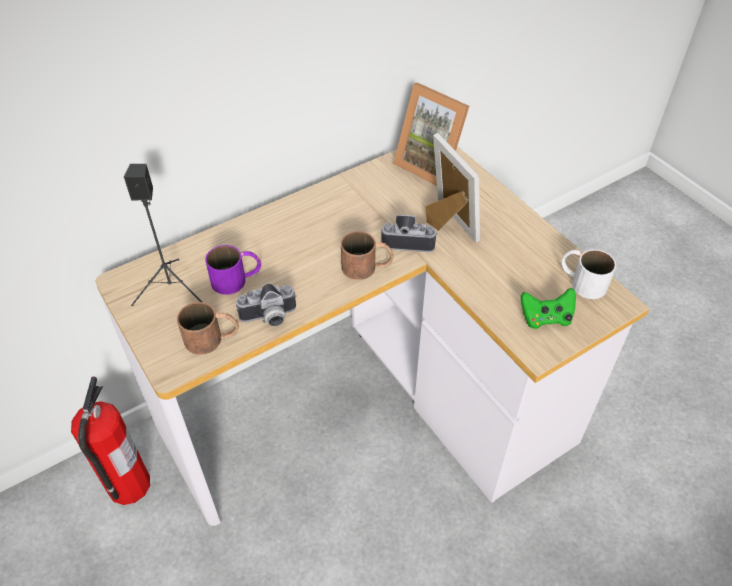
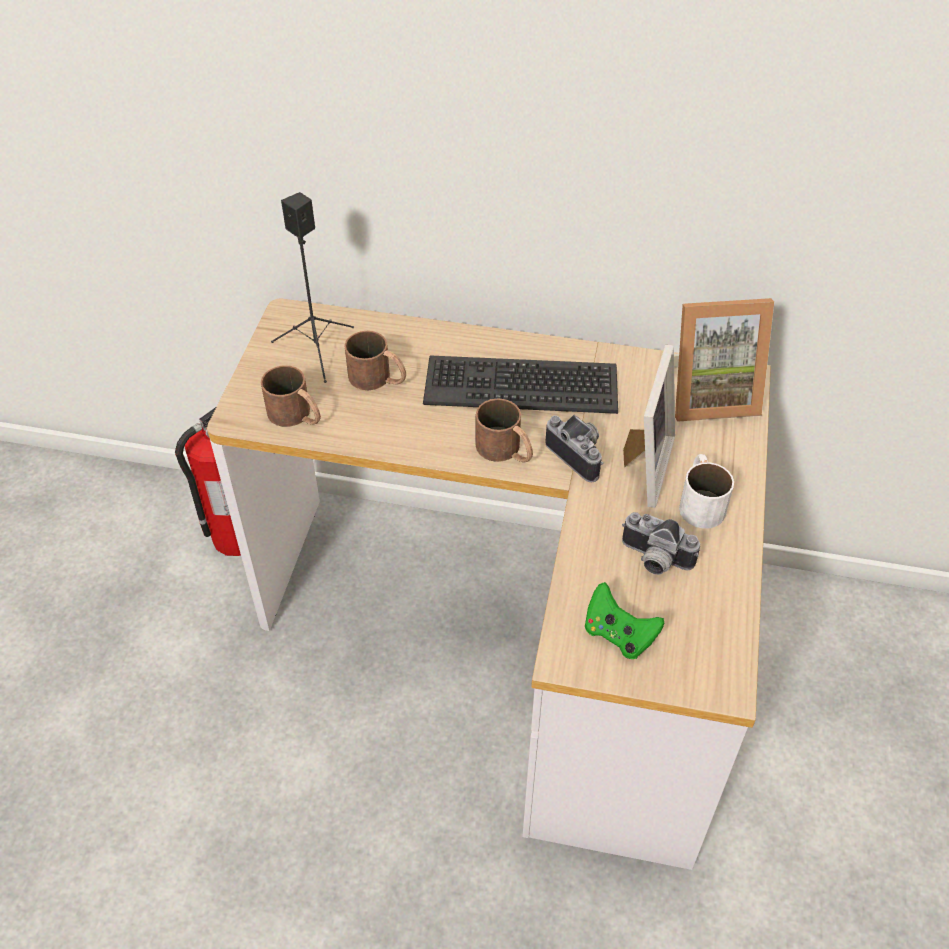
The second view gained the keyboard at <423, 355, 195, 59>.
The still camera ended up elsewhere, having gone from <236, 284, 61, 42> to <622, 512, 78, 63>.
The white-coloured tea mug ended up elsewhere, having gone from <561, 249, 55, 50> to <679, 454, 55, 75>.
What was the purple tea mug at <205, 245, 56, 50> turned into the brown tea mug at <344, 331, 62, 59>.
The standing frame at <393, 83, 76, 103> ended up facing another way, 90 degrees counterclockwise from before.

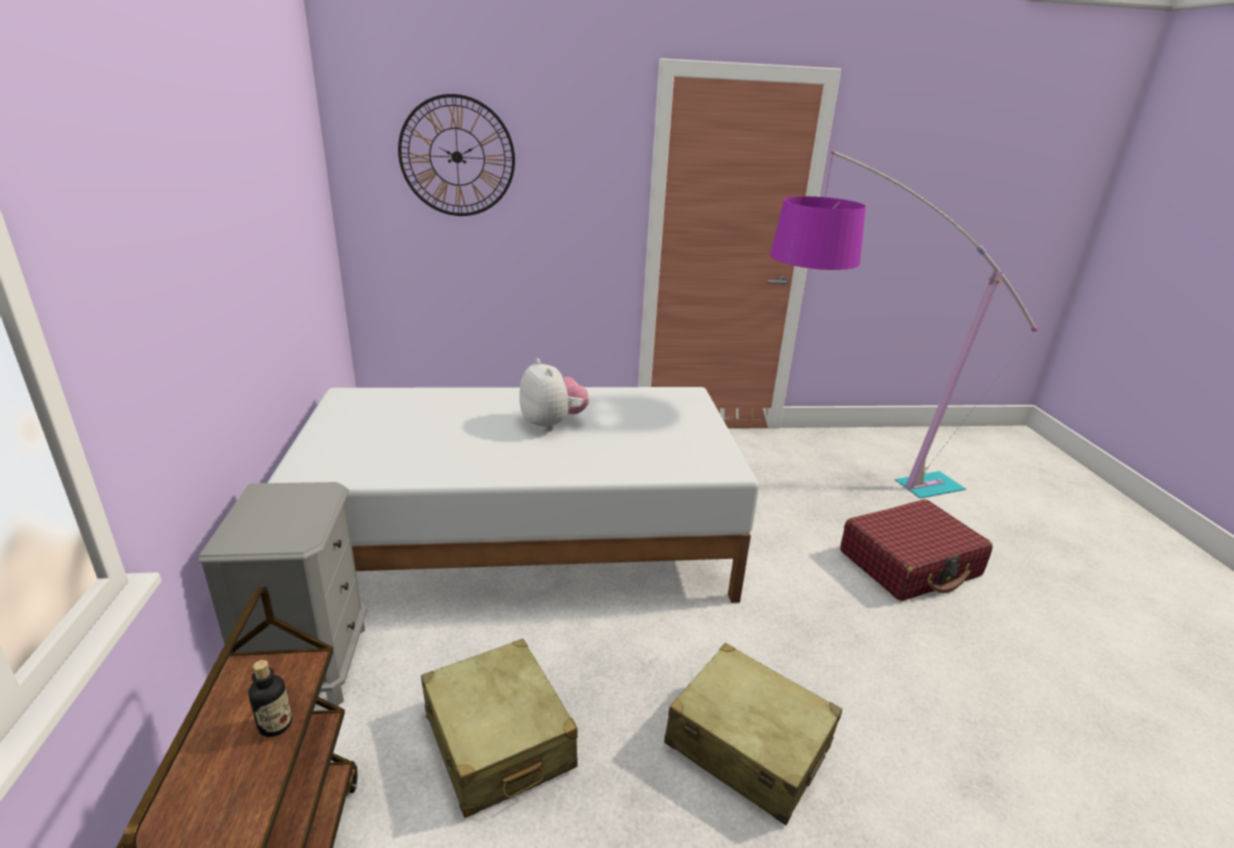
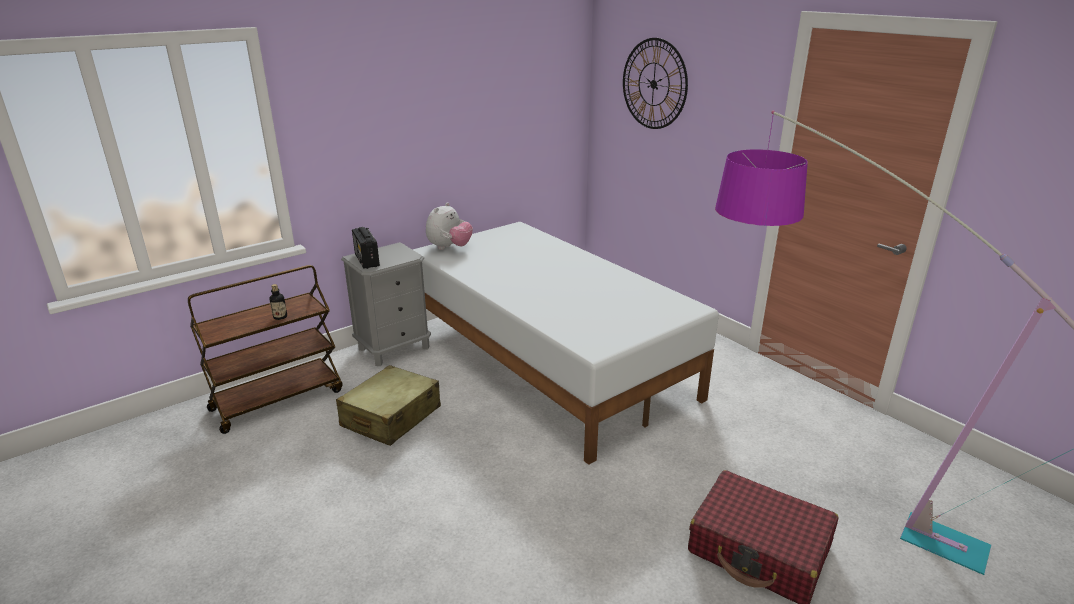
The second view lost the beige-coloured piece of luggage at <664, 643, 178, 182>.
The second view gained the radio set at <352, 227, 28, 42>.
The plush toy ended up elsewhere, having gone from <519, 358, 70, 73> to <426, 202, 47, 48>.

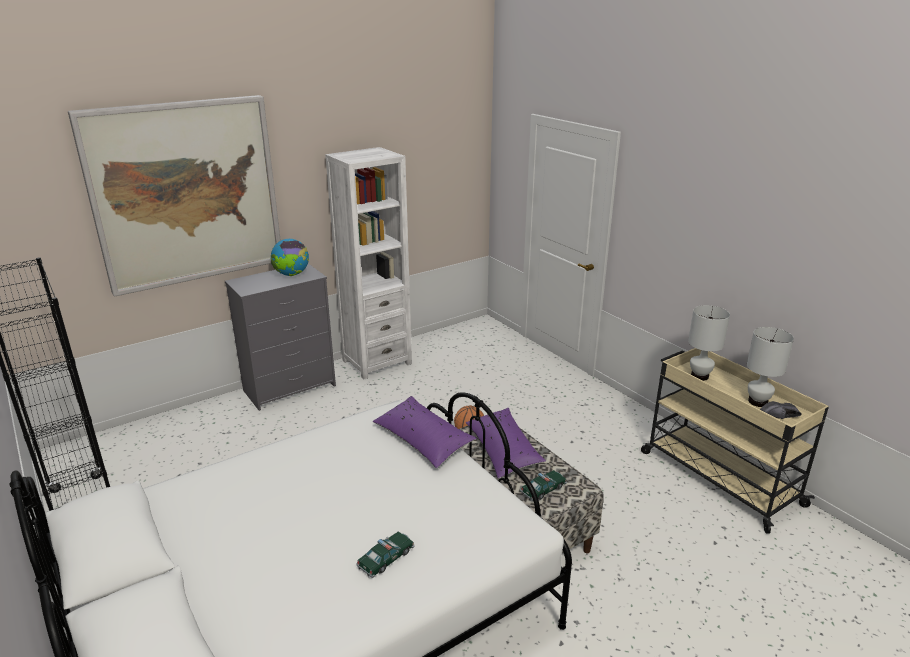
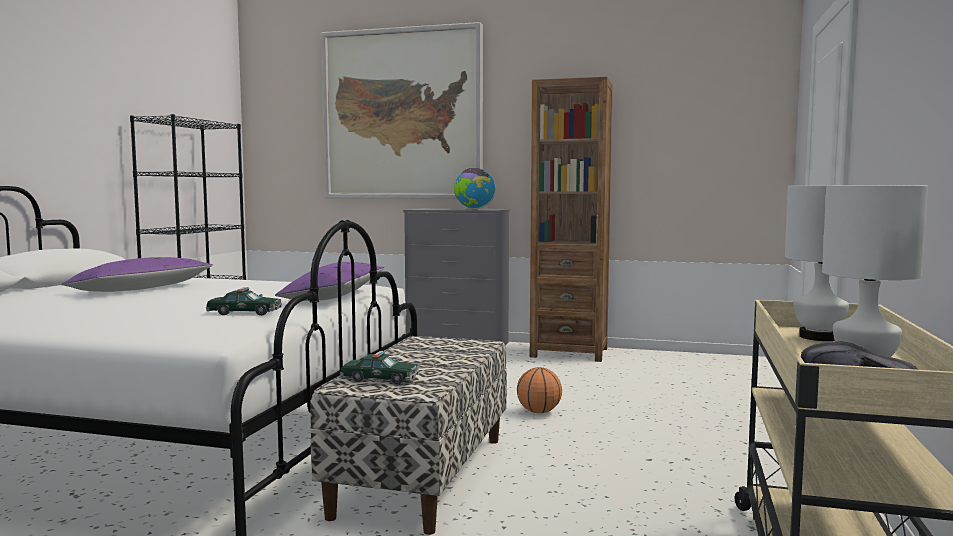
The toy car ended up elsewhere, having gone from <356, 531, 59, 47> to <206, 287, 76, 29>.
The purple pillow ended up elsewhere, having gone from <466, 408, 80, 71> to <61, 257, 152, 35>.
What was the white-coloured bookcase at <325, 147, 87, 233> turned into the brown bookcase at <530, 77, 83, 285>.

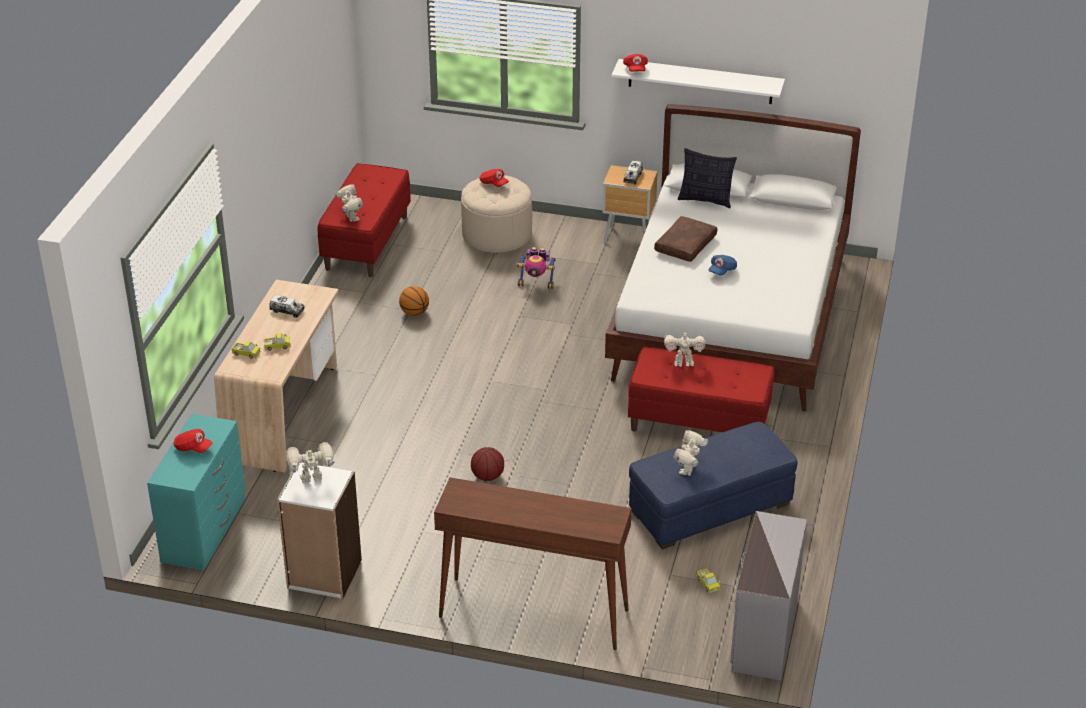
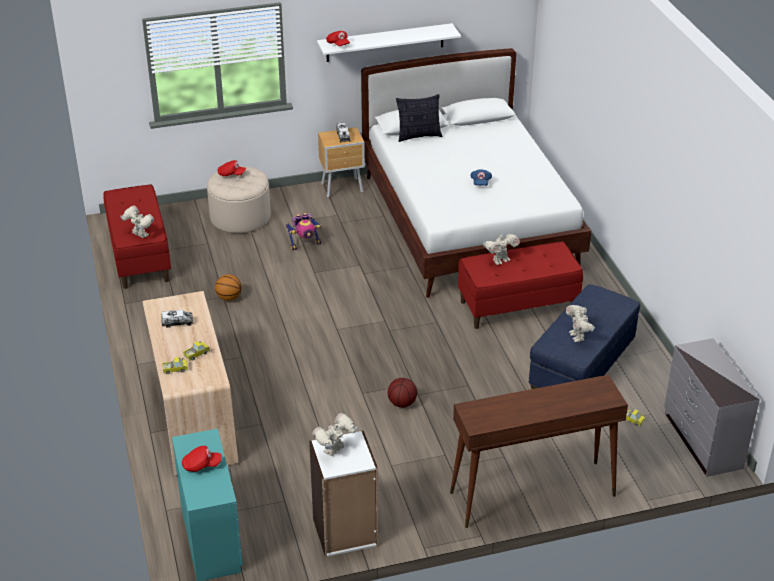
The second view lost the brown pillow at <654, 216, 63, 46>.

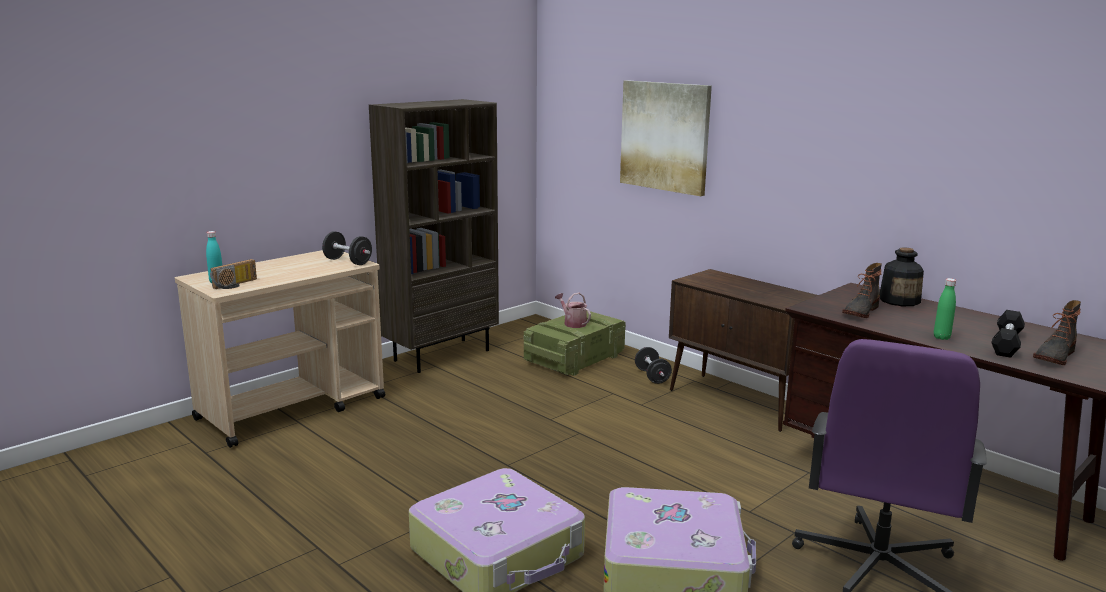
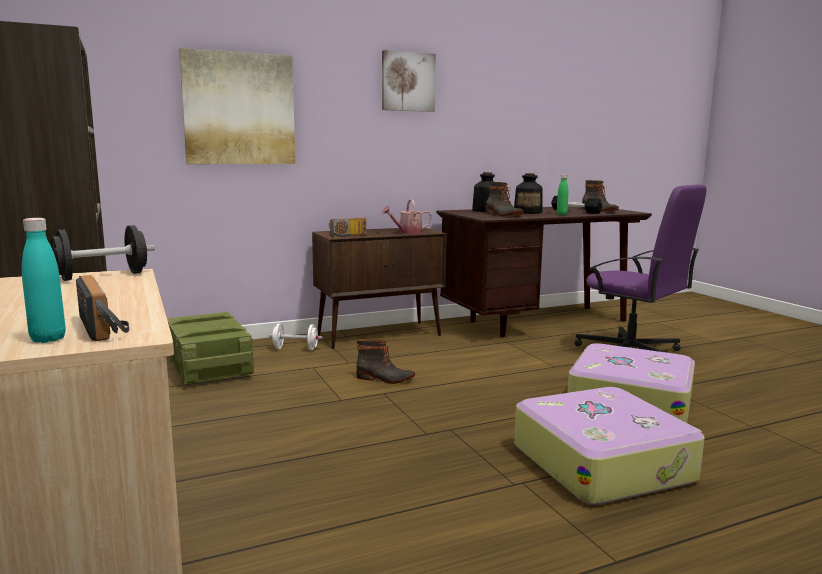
The second view gained the radio set at <329, 217, 38, 20>.
The second view gained the boot at <356, 339, 59, 45>.
The second view gained the picture at <382, 50, 54, 62>.
The second view gained the bottle at <514, 173, 29, 41>.
The watering can ended up elsewhere, having gone from <555, 292, 36, 36> to <382, 199, 50, 35>.
What was the black-coloured hand weight at <635, 347, 37, 37> turned into the white-coloured hand weight at <269, 323, 54, 27>.

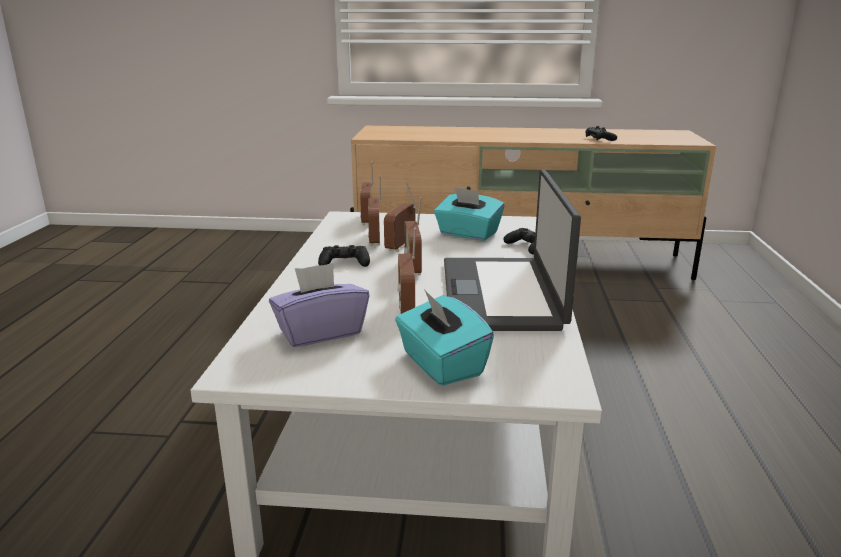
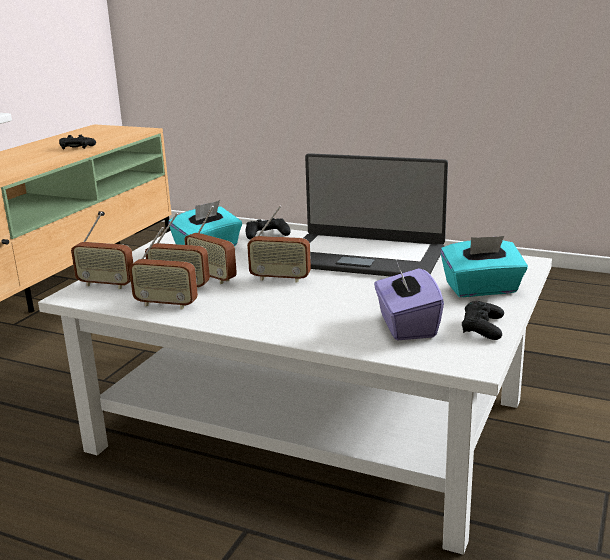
The black-coloured joypad ended up elsewhere, having gone from <318, 245, 52, 22> to <462, 301, 42, 39>.
The radio set ended up elsewhere, having gone from <397, 228, 19, 86> to <129, 227, 69, 83>.

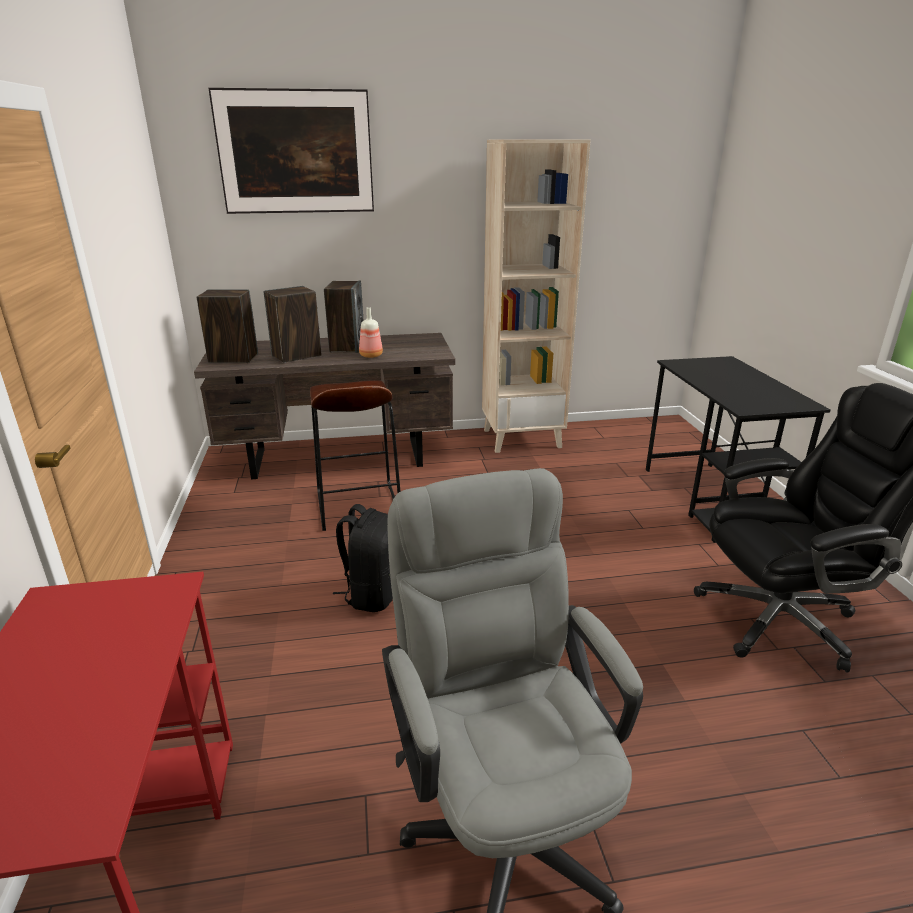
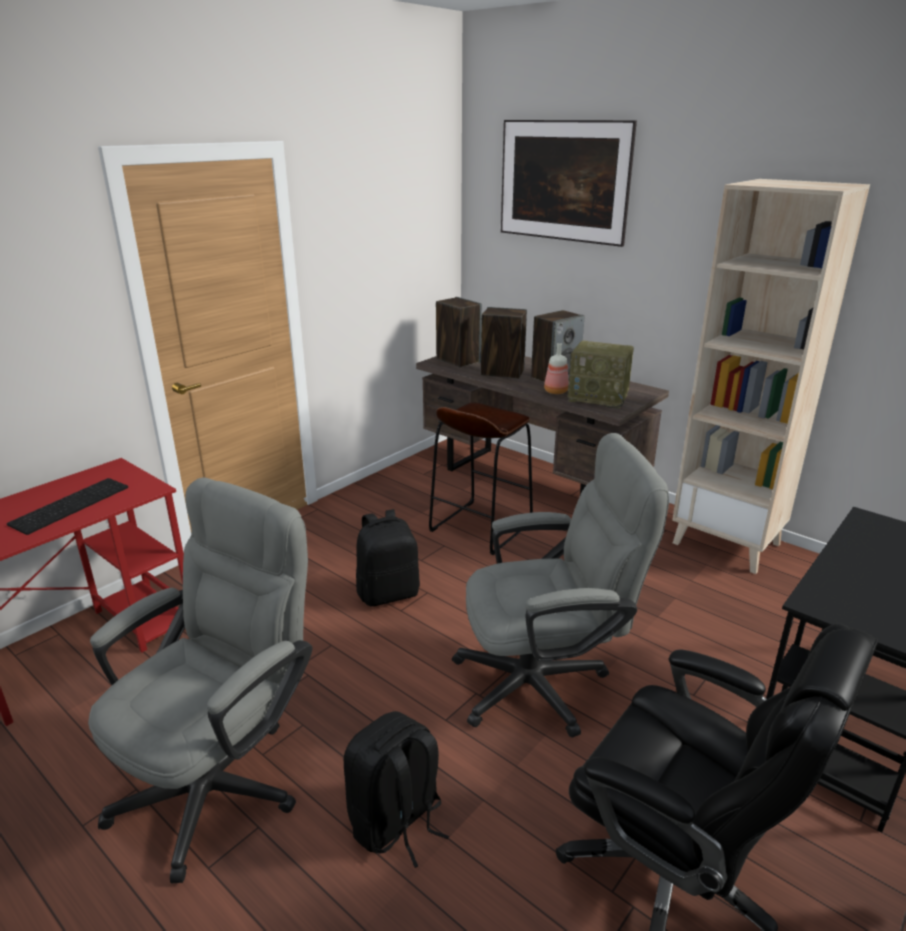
The second view gained the keyboard at <7, 478, 121, 57>.
The second view gained the black-coloured rucksack at <344, 711, 105, 157>.
The second view gained the grey office chair at <452, 433, 217, 305>.
The second view gained the radio set at <568, 340, 66, 69>.

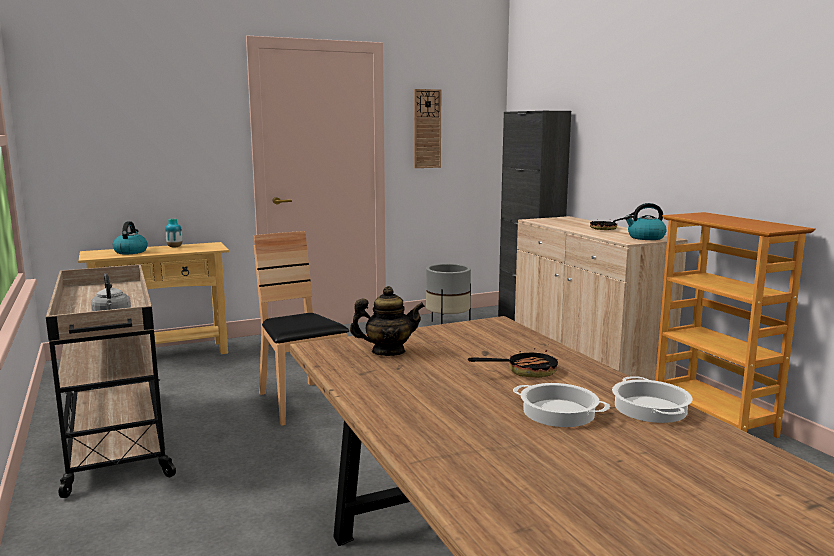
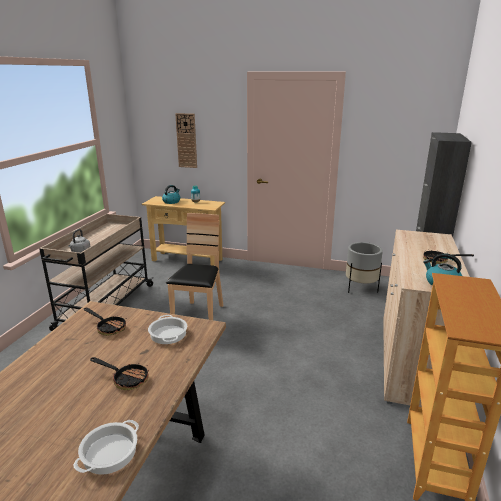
The wall clock ended up elsewhere, having gone from <414, 89, 27, 79> to <175, 113, 22, 55>.
The saucepot ended up elsewhere, having gone from <513, 383, 97, 44> to <148, 315, 39, 29>.
Where the tea pot stood at <350, 286, 75, 70>, the skillet came to stand at <84, 308, 42, 28>.

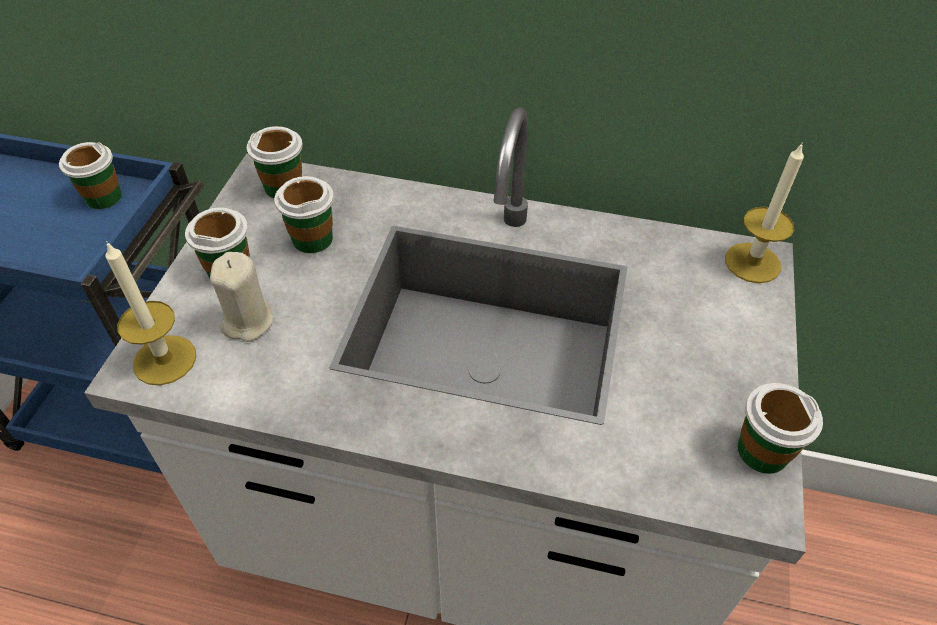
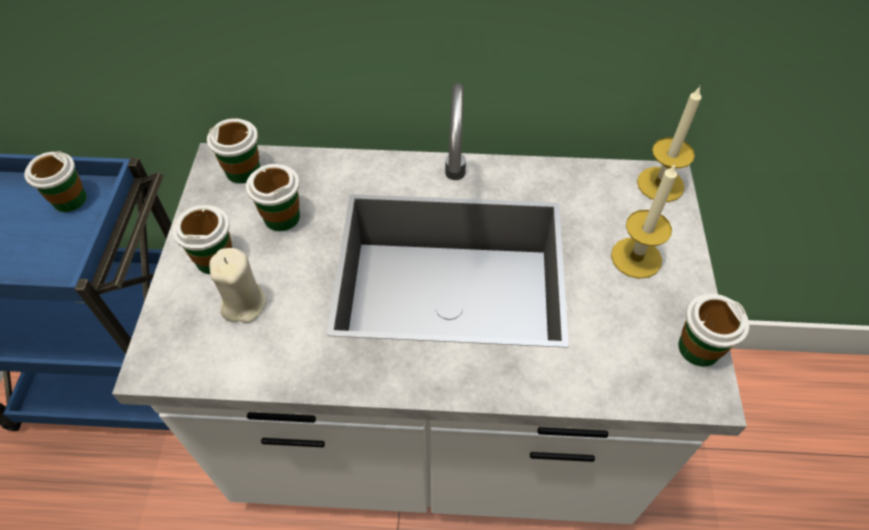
The wax light ended up elsewhere, having gone from <105, 241, 91, 144> to <611, 164, 66, 115>.

